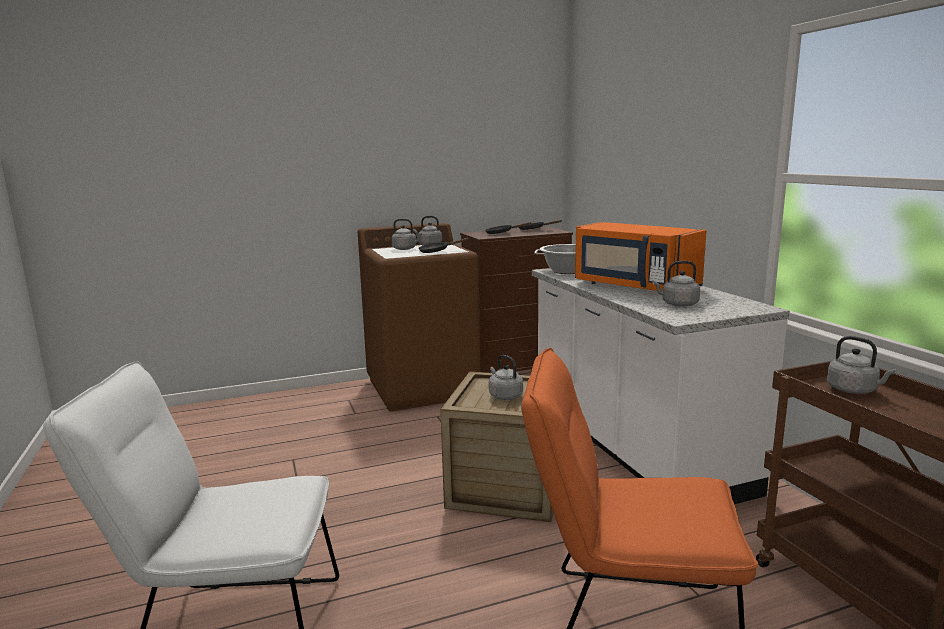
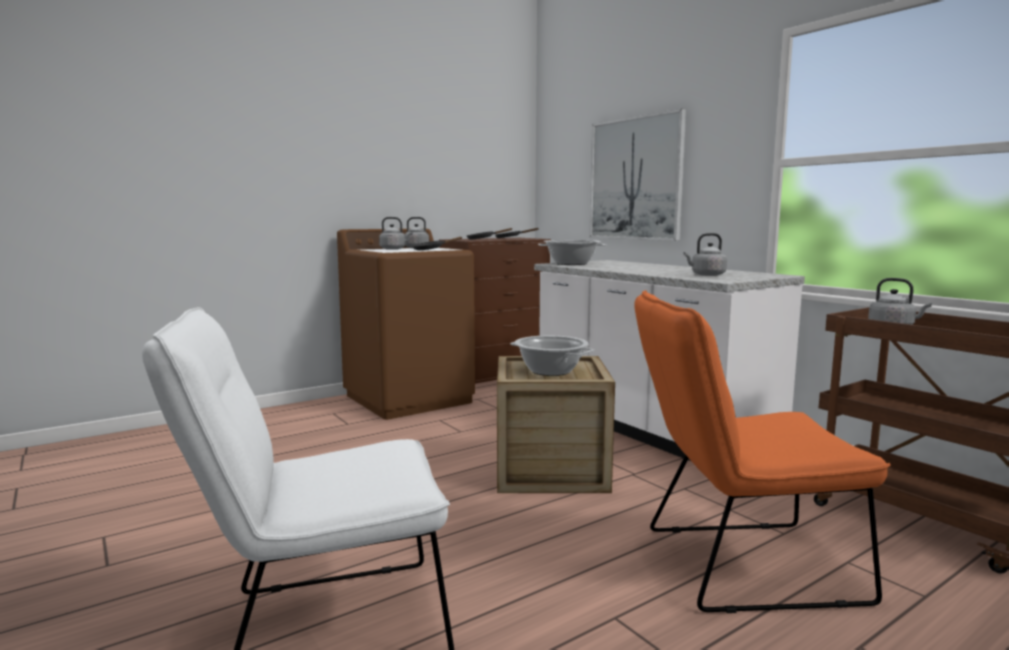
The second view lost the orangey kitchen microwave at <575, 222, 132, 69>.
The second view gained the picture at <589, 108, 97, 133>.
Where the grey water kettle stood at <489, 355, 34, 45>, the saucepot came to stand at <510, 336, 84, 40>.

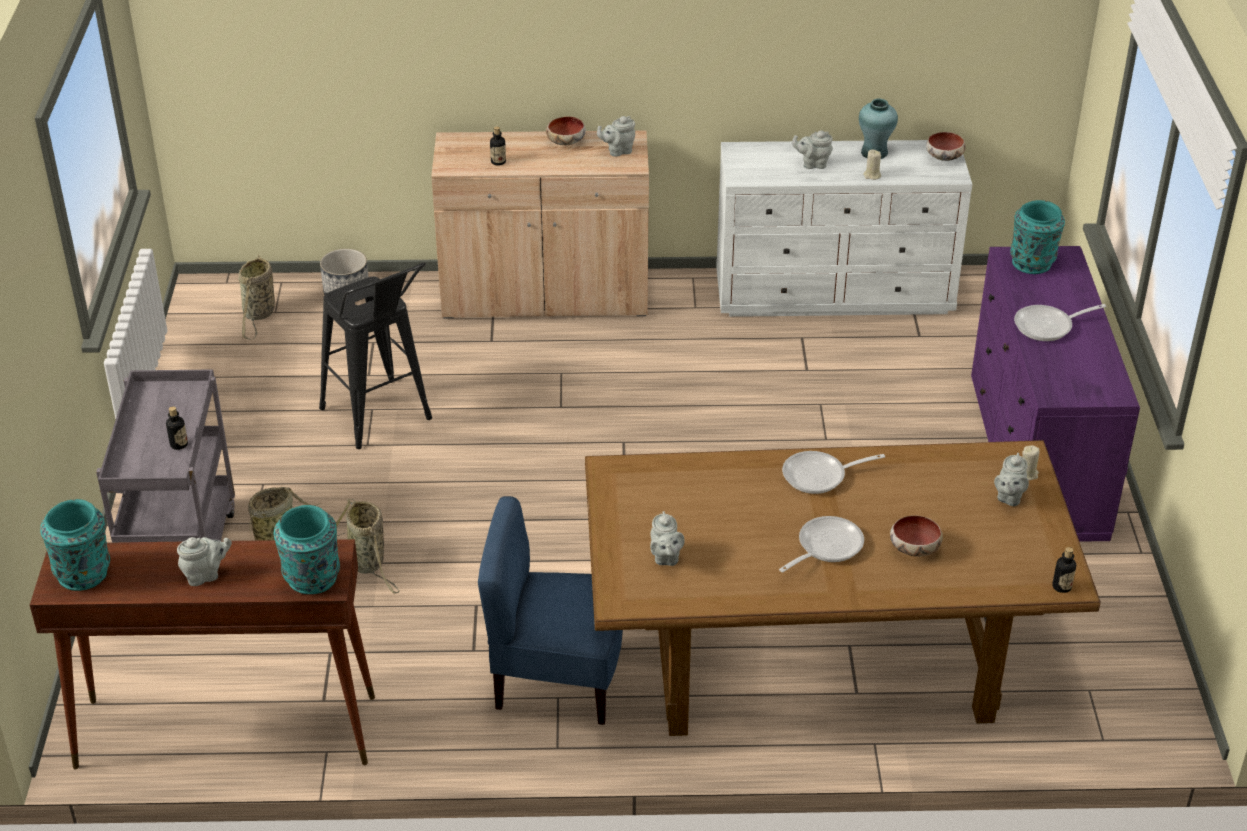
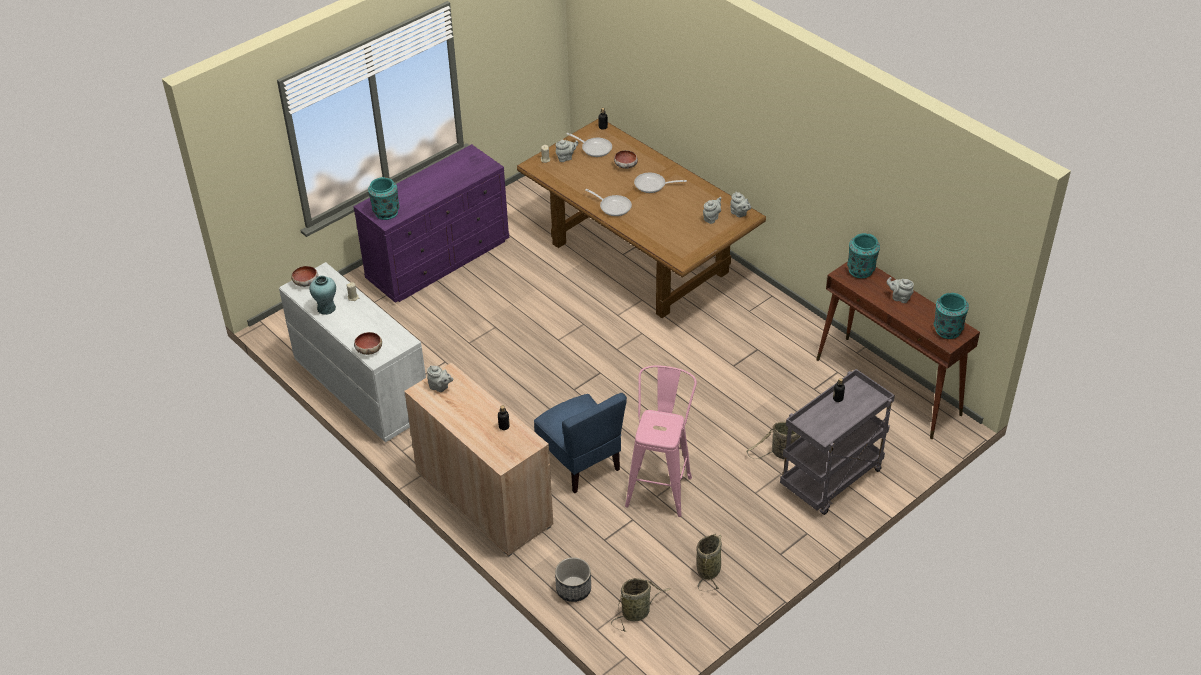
The basket ended up elsewhere, having gone from <336, 499, 64, 95> to <696, 534, 26, 57>.
The blue chair ended up elsewhere, having gone from <478, 496, 145, 229> to <534, 393, 93, 101>.
The serving bowl ended up elsewhere, having gone from <546, 116, 40, 29> to <354, 332, 28, 23>.
The grey tea pot ended up elsewhere, having gone from <792, 131, 41, 38> to <730, 192, 21, 25>.
The skillet ended up elsewhere, having gone from <1014, 304, 92, 37> to <567, 133, 45, 24>.
What was the black-coloured stool seat at <319, 262, 113, 187> turned into the pinkish stool seat at <625, 365, 72, 152>.

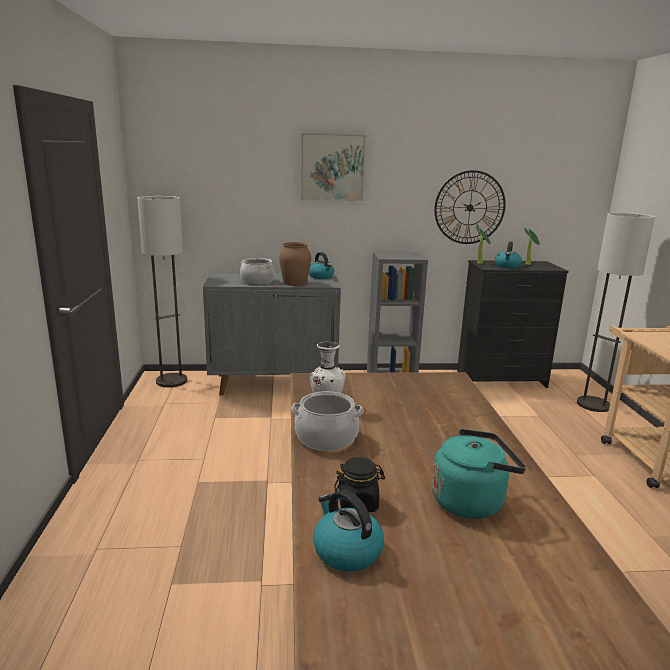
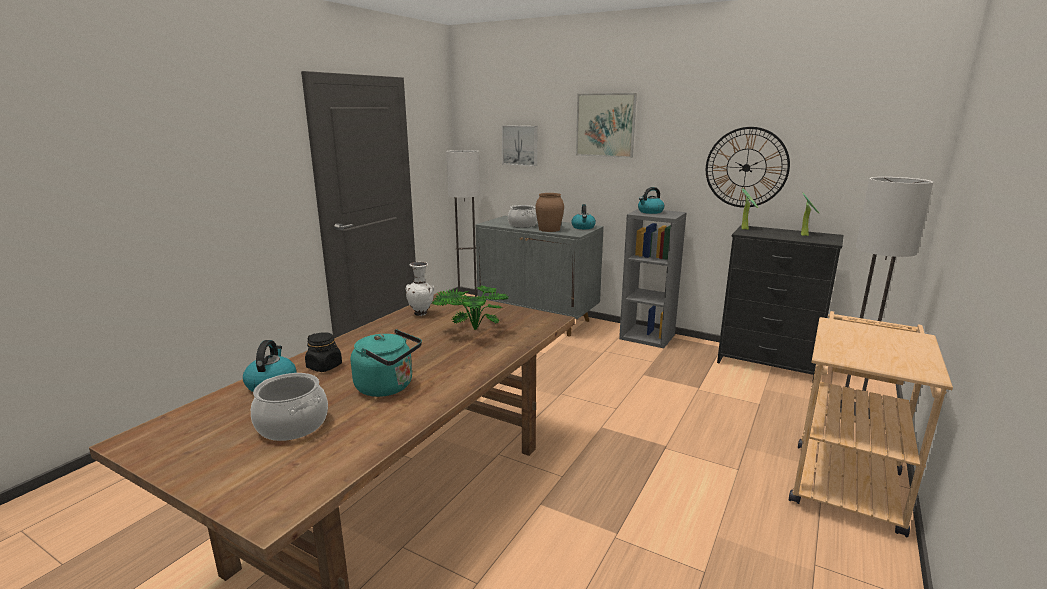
The second view gained the houseplant at <431, 286, 78, 44>.
The second view gained the picture at <502, 125, 35, 41>.
The saucepot ended up elsewhere, having gone from <291, 391, 73, 60> to <251, 373, 77, 68>.
The water kettle ended up elsewhere, having gone from <495, 241, 27, 27> to <638, 187, 27, 27>.

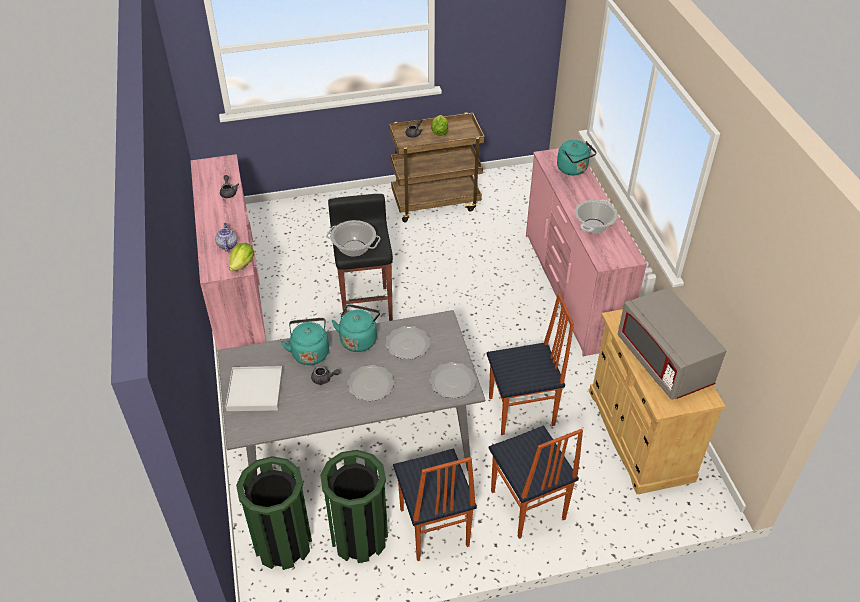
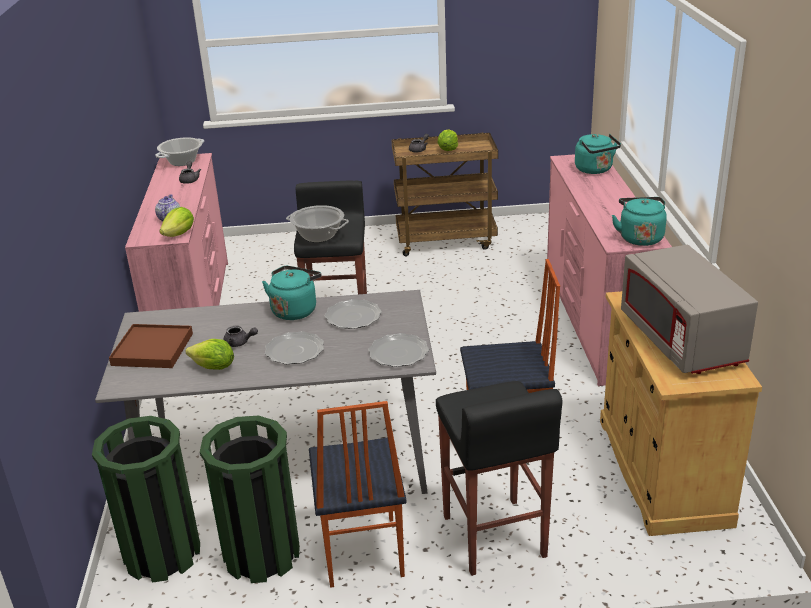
The second view gained the lettuce at <185, 339, 49, 31>.
The turquoise water kettle ended up elsewhere, having gone from <281, 318, 48, 47> to <612, 197, 55, 49>.
The saucepot ended up elsewhere, having gone from <575, 200, 43, 33> to <155, 137, 49, 29>.
Where the chair stood at <489, 426, 94, 113>, the black-coloured stool seat came to stand at <436, 381, 126, 195>.
What was the white-coloured carrying tray at <225, 366, 58, 45> turned into the brown carrying tray at <109, 324, 84, 44>.

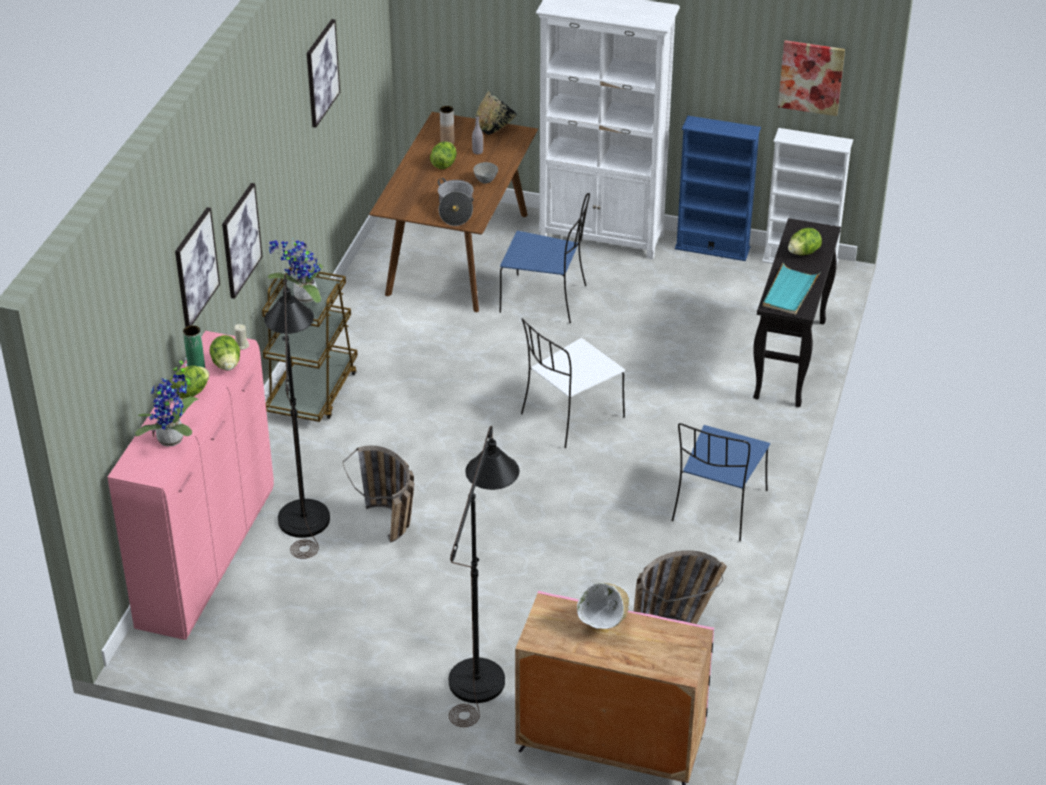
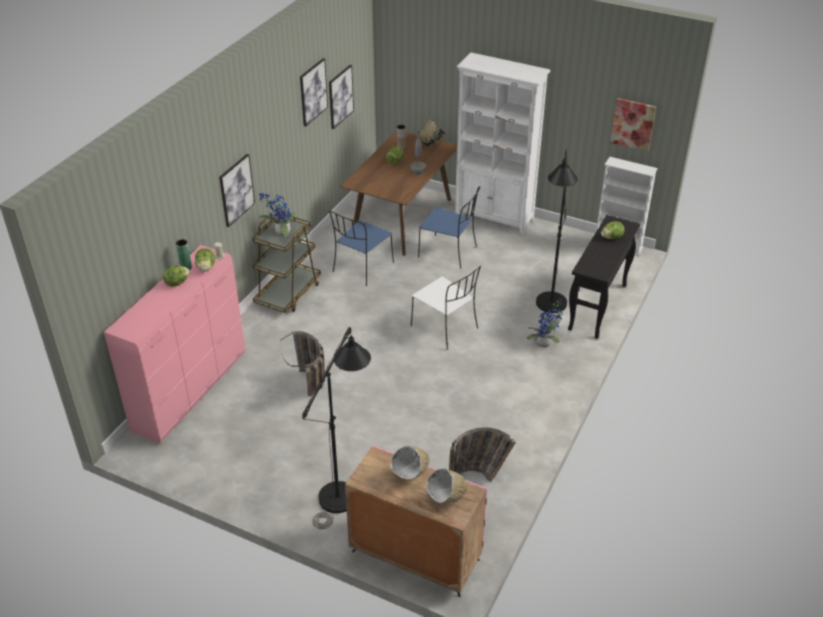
The second view lost the saucepot at <438, 178, 36, 48>.
The second view lost the blue bookcase at <675, 116, 86, 145>.
The second view lost the turquoise carrying tray at <763, 263, 58, 52>.
The second view gained the white-coloured serving bowl at <426, 468, 42, 35>.
The houseplant ended up elsewhere, having gone from <135, 358, 63, 88> to <527, 300, 36, 47>.
The picture ended up elsewhere, having gone from <175, 207, 45, 121> to <329, 65, 25, 64>.
The black-coloured floor lamp ended up elsewhere, having gone from <264, 274, 66, 285> to <536, 150, 42, 174>.
The blue chair ended up elsewhere, having gone from <672, 423, 98, 118> to <329, 211, 65, 75>.
The white-coloured chair at <521, 318, 104, 130> ended up facing another way, 105 degrees counterclockwise from before.

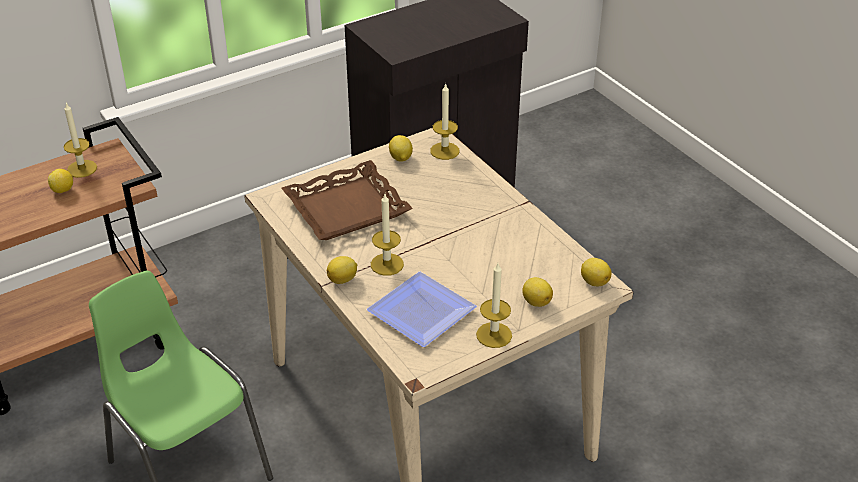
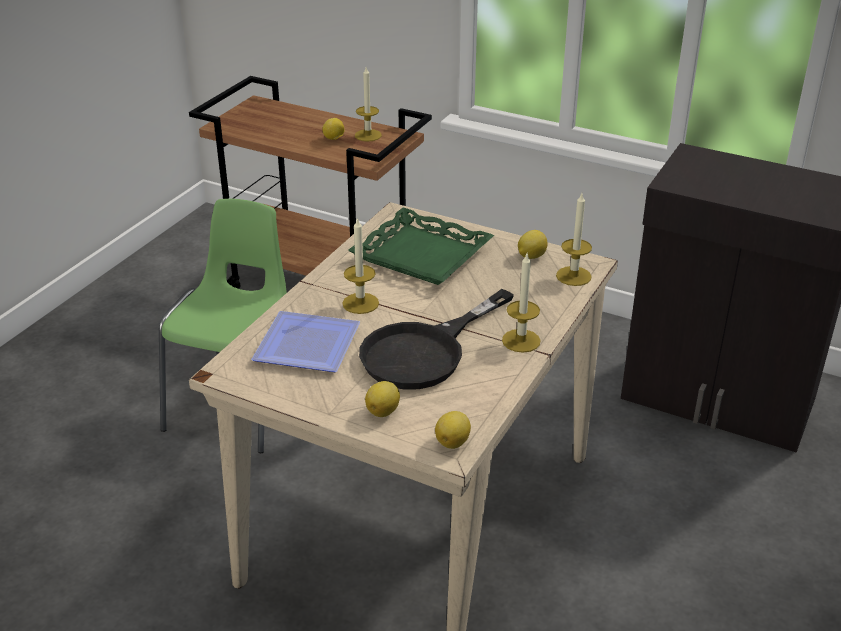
The second view lost the whole lemon at <327, 256, 30, 28>.
The second view gained the black-coloured skillet at <359, 289, 155, 101>.
The wax light ended up elsewhere, having gone from <476, 263, 36, 85> to <502, 254, 39, 99>.
What was the brown carrying tray at <282, 160, 131, 80> turned into the green-coloured carrying tray at <348, 207, 146, 78>.

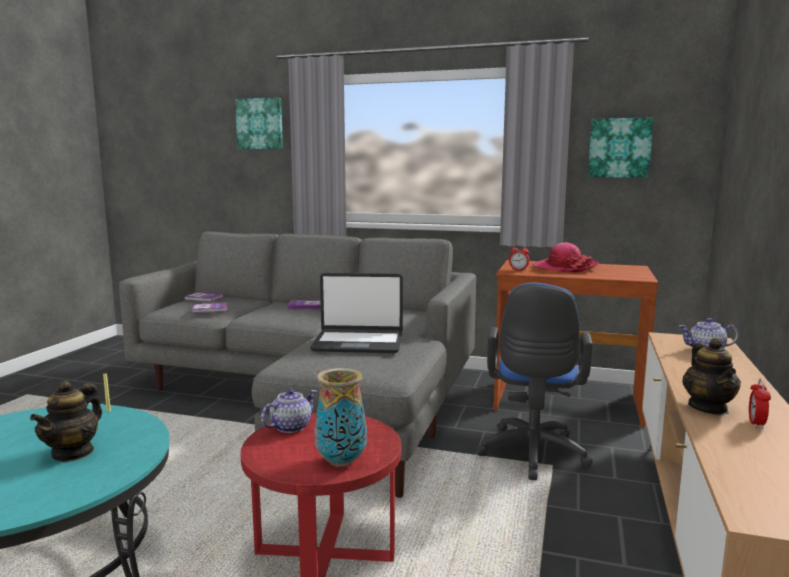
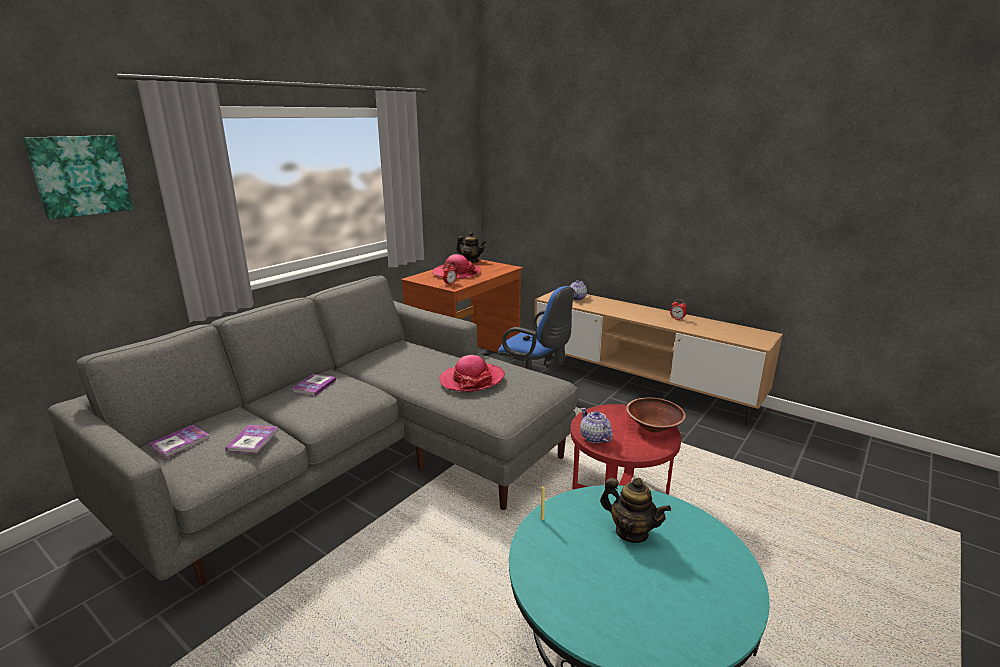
The second view lost the picture at <588, 117, 66, 61>.
The tea pot ended up elsewhere, having gone from <682, 338, 59, 77> to <456, 232, 30, 30>.
Where the notebook computer stood at <310, 273, 93, 80>, the wearable hat came to stand at <439, 355, 66, 37>.
Where the decorative vase stood at <314, 368, 53, 99>, the brown serving bowl came to stand at <626, 397, 60, 36>.

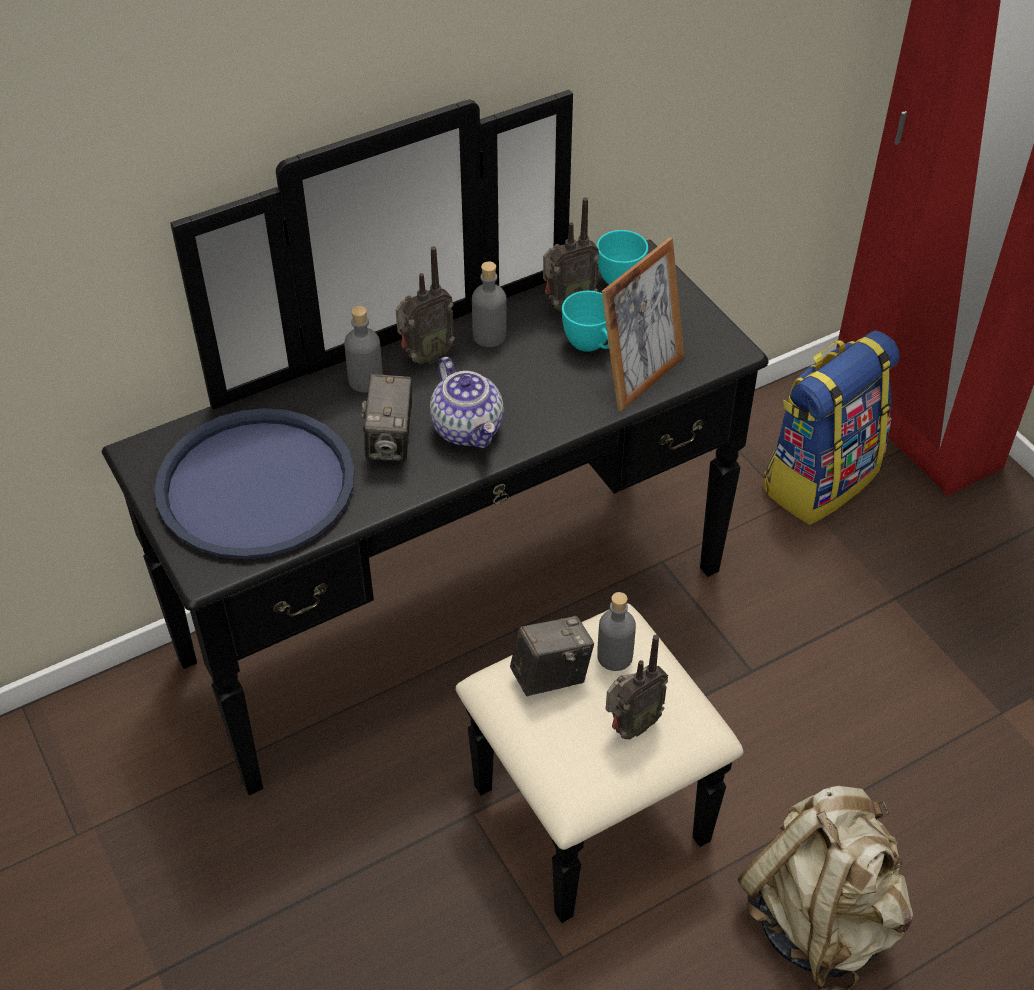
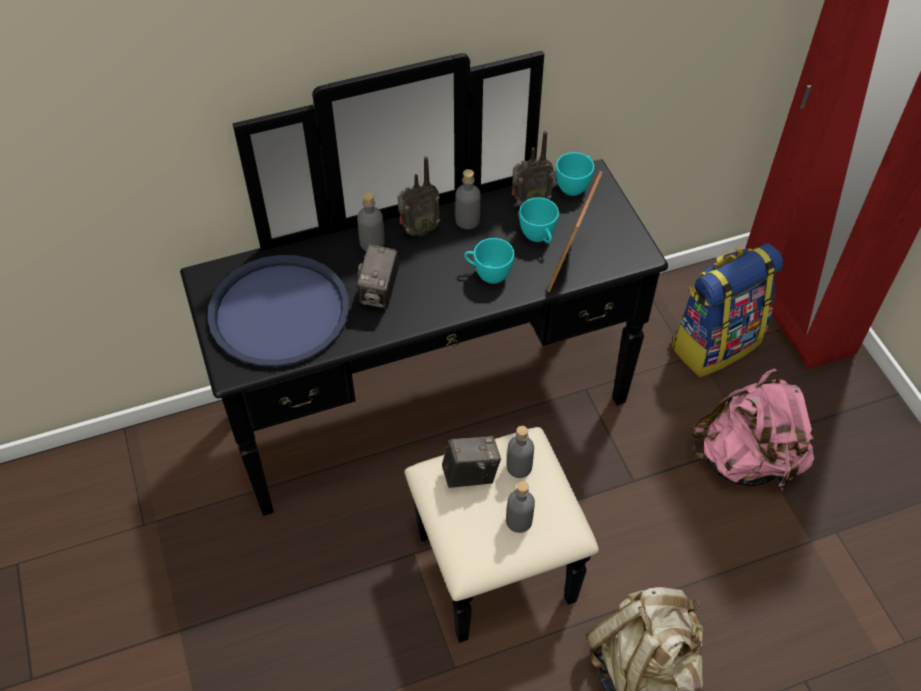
The second view lost the tea pot at <430, 357, 74, 92>.
The second view gained the turquoise small cup at <464, 238, 50, 46>.
The second view gained the pinkish rucksack at <692, 368, 122, 124>.
Where the radio set stood at <606, 635, 62, 104>, the grey bottle came to stand at <506, 481, 29, 52>.
The standing frame at <602, 237, 82, 175> ended up facing another way, 150 degrees clockwise from before.

